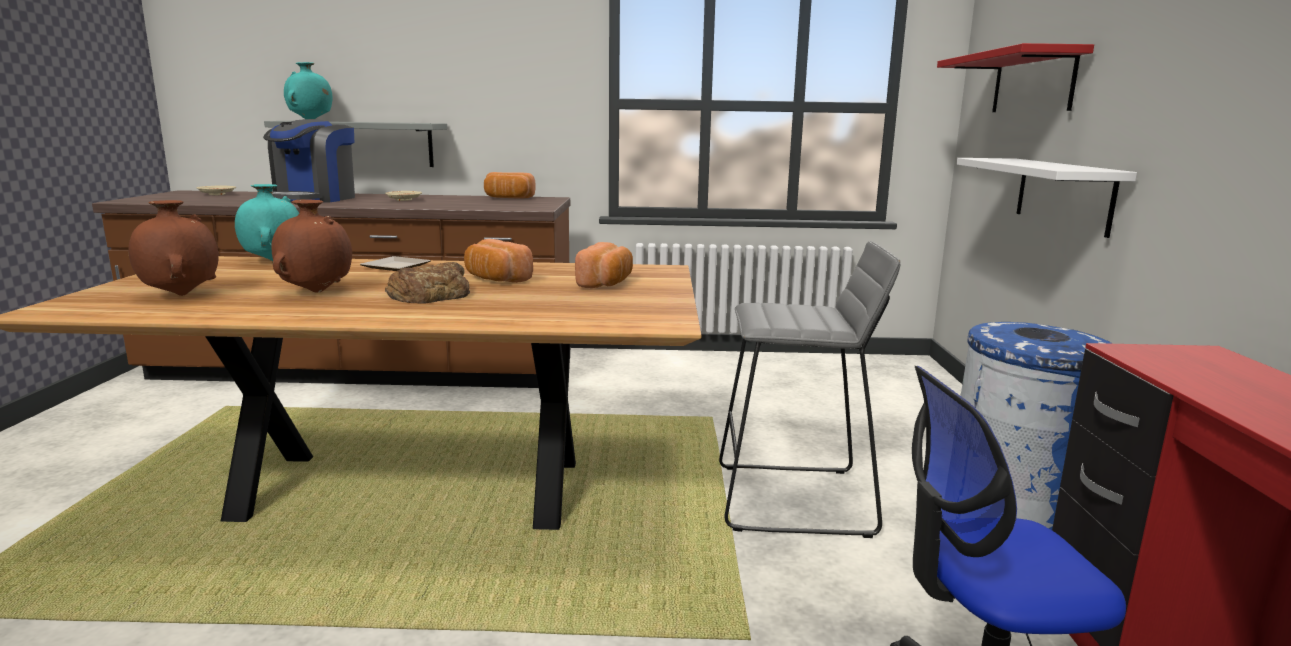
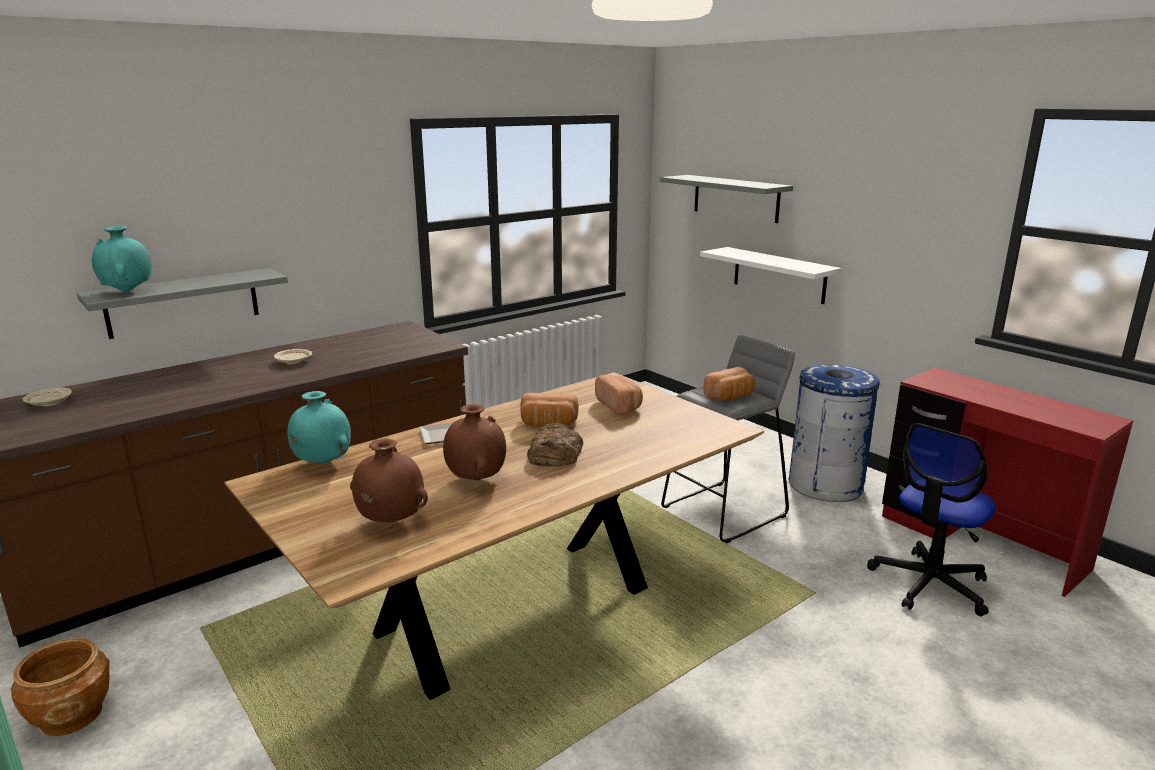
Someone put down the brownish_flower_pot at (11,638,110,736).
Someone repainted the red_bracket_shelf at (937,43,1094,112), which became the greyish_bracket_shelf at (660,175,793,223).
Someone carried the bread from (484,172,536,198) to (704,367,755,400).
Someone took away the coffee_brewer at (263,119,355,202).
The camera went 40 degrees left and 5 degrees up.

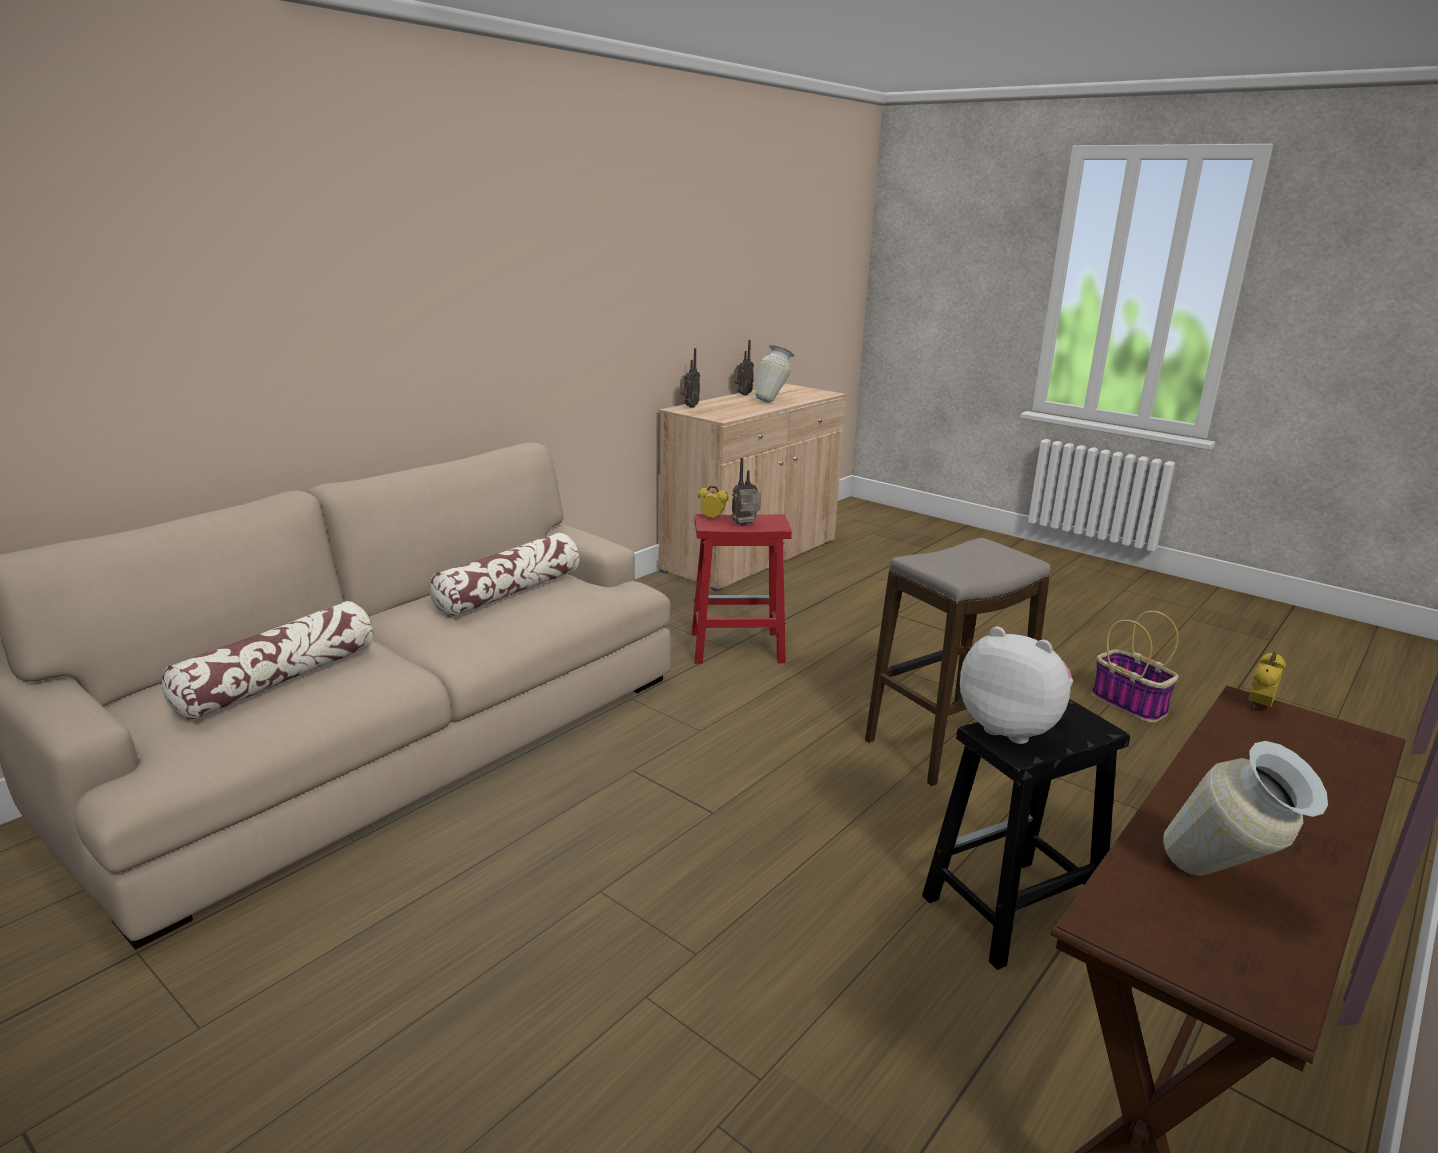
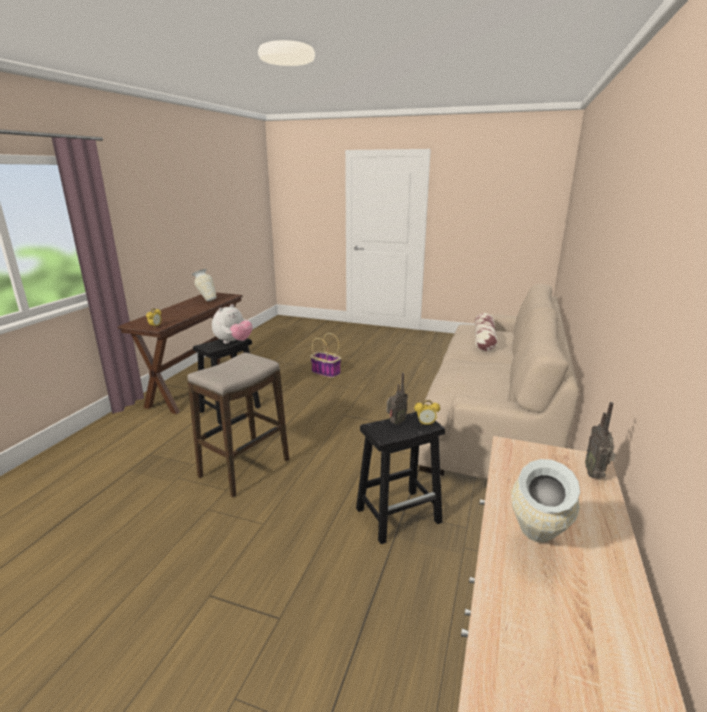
Someone rotated the plush_toy at (960,627,1073,744) by 75 degrees counterclockwise.
Someone carried the storage_basket from (1092,611,1179,723) to (310,333,341,378).
Someone repainted the red_stool_seat at (692,514,792,664), which became the black_stool_seat at (356,412,445,544).
Someone took away the pillow at (429,533,579,617).
Someone took away the radio at (734,340,754,396).
The camera went 160 degrees right and 0 degrees up.

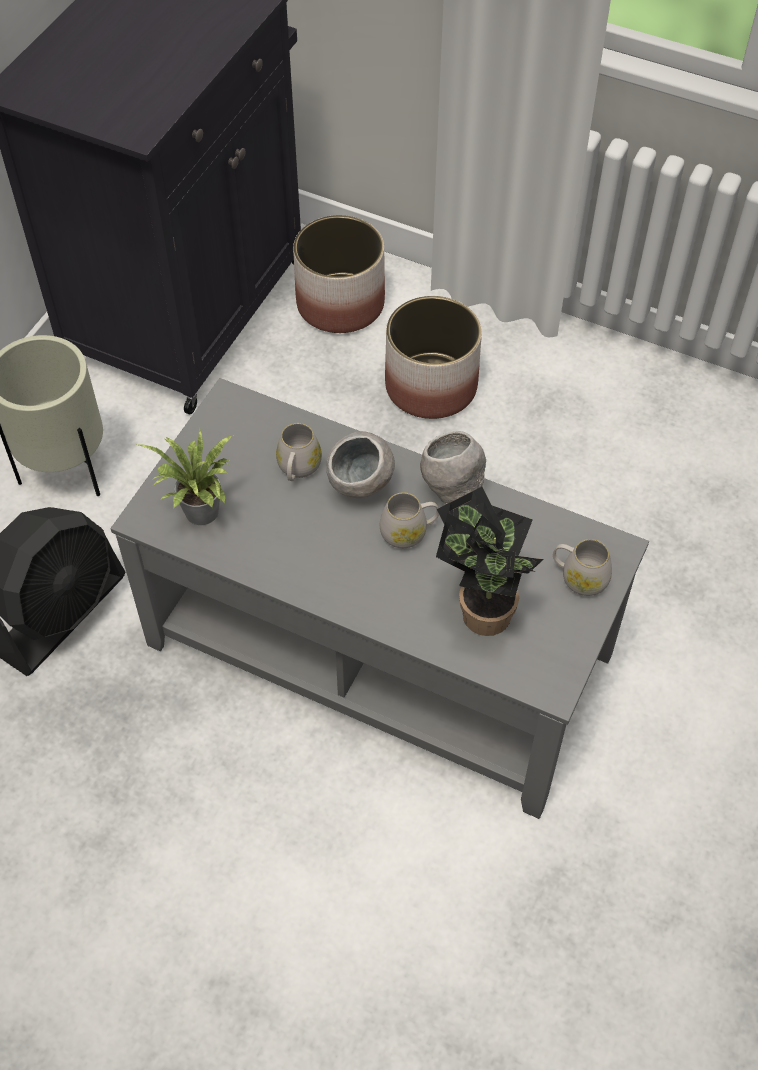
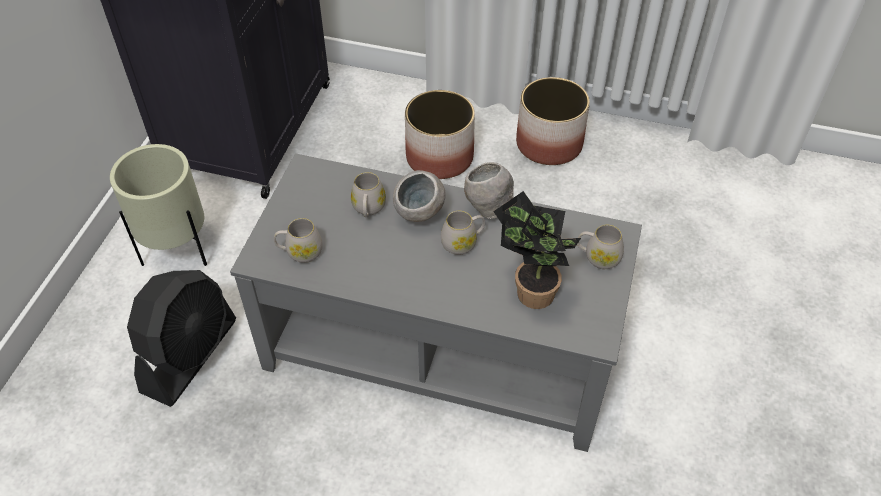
Someone swapped the plant_in_a_pot at (139,427,234,525) for the white_coffee_mug at (274,218,323,263).
Someone carried the flower_pot from (293,215,385,333) to (516,77,590,165).
The camera went 10 degrees left and 5 degrees down.

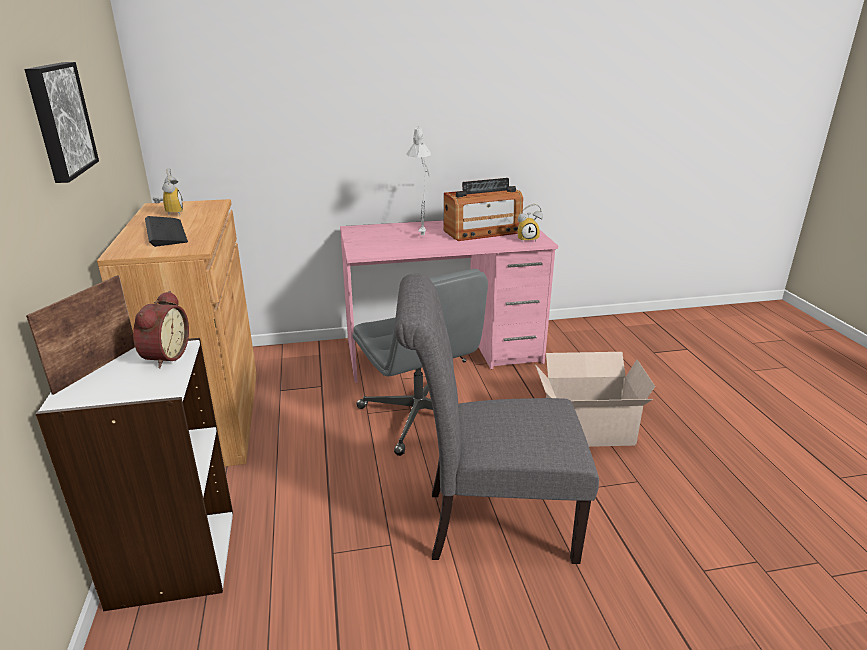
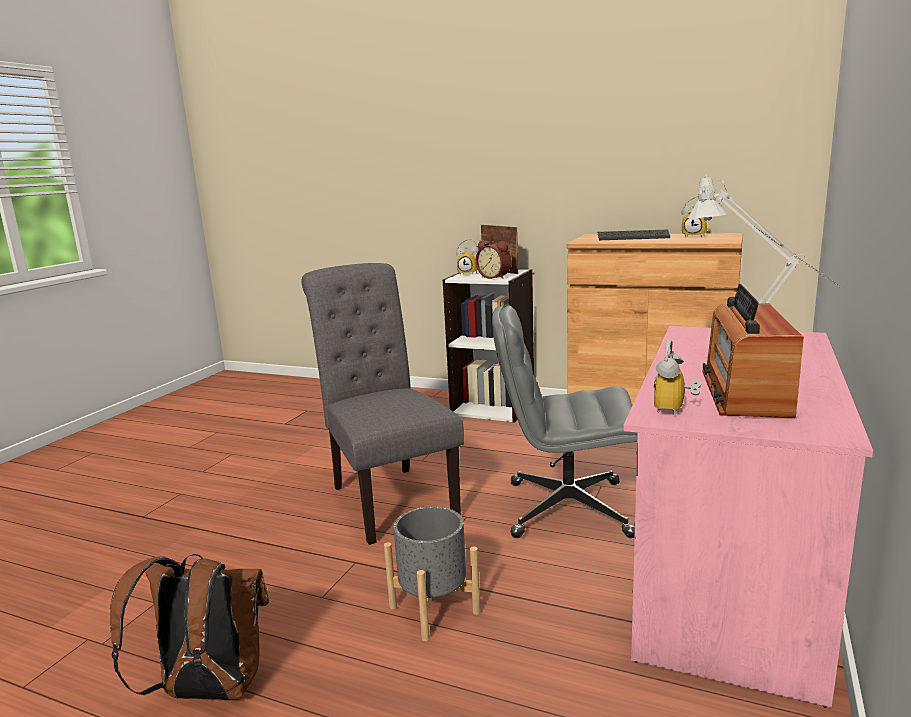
Someone put down the brownish_backpack at (110,554,269,701).
Someone rotated the greyish_chair at (395,273,599,564) by 60 degrees counterclockwise.
Someone swapped the packing_box at (535,352,655,447) for the greyish_flower_pot at (384,506,480,641).
Someone put down the alarm_clock at (456,239,479,275).
Someone took away the picture at (24,62,99,183).
The camera went 125 degrees right and 10 degrees down.

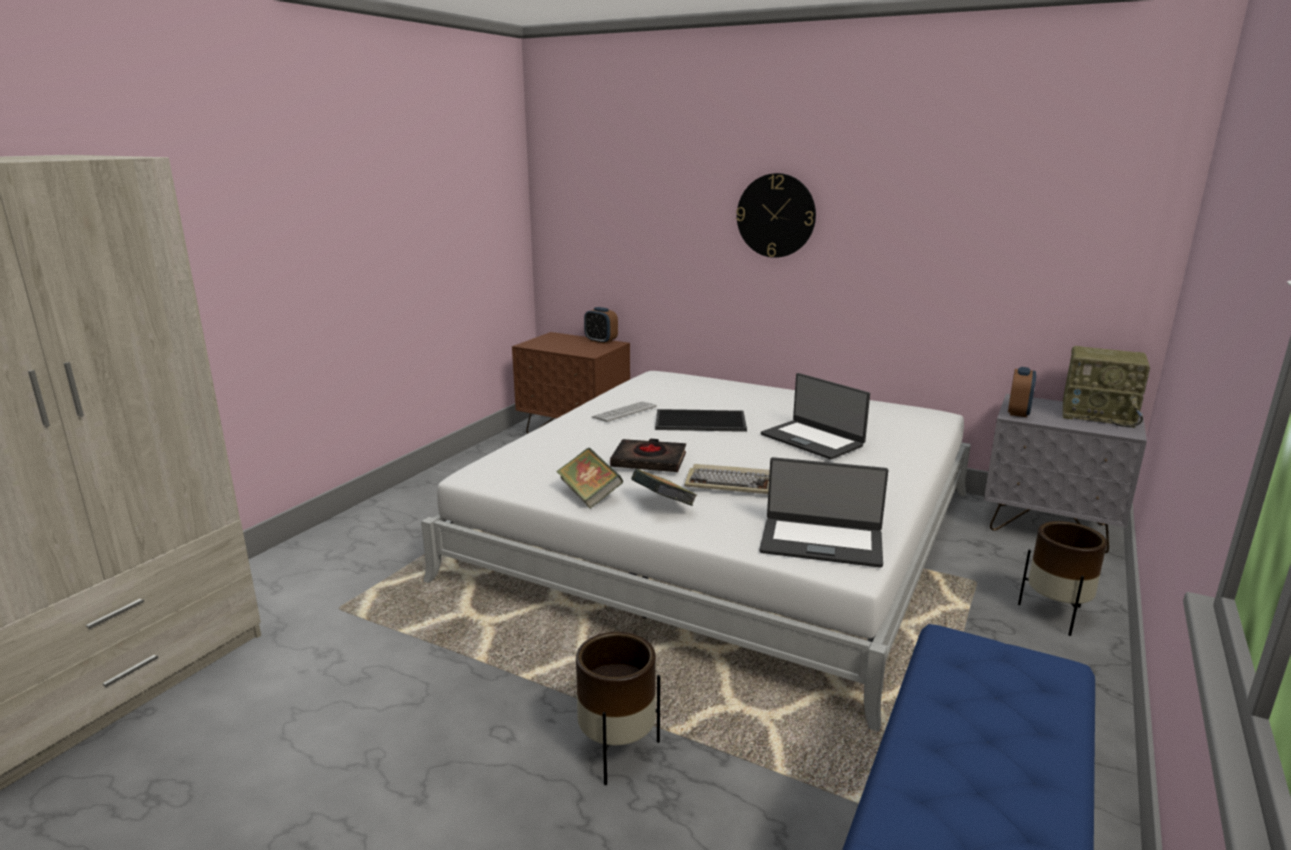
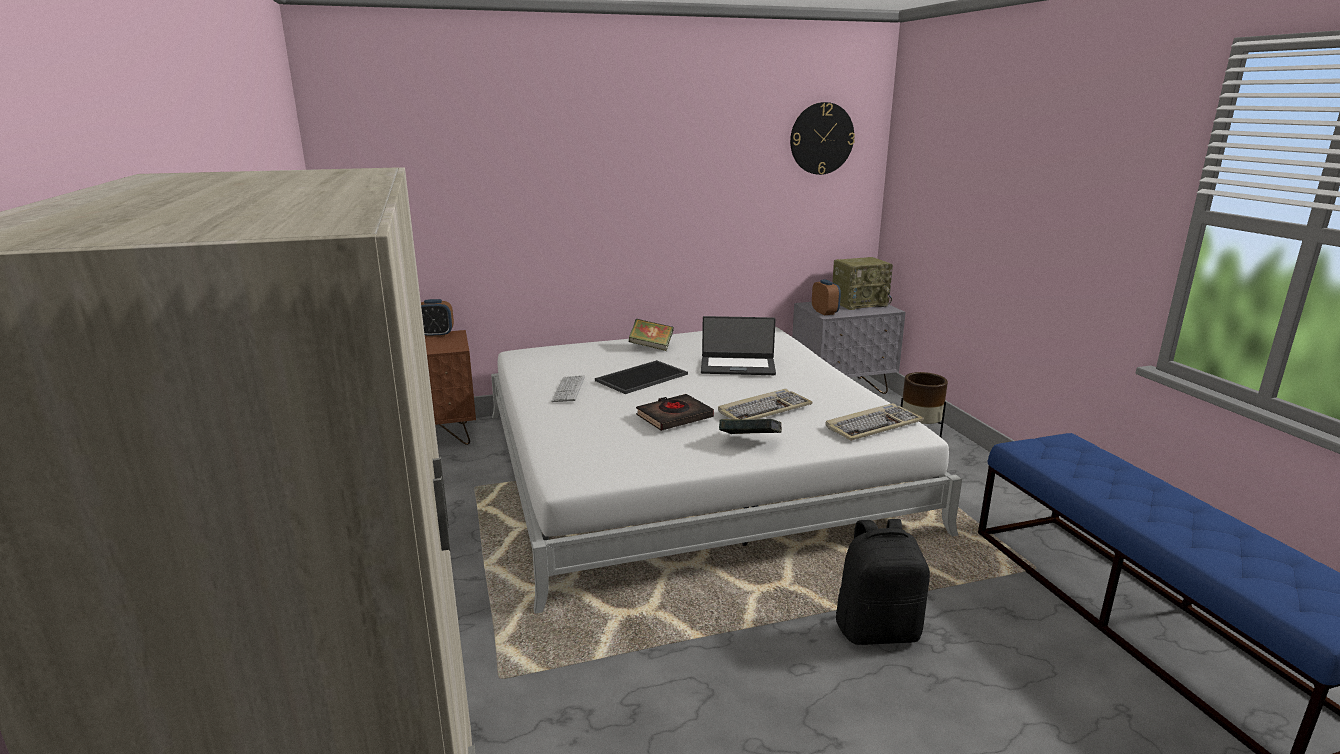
Someone carried the book from (556,448,623,509) to (629,319,673,351).
Someone carried the wall_clock from (736,173,816,258) to (790,102,855,175).
Someone swapped the notebook_computer at (760,457,888,567) for the keyboard at (825,403,924,441).
Someone swapped the brownish_flower_pot at (576,632,660,785) for the black_backpack at (836,519,930,645).
The camera went 45 degrees left and 0 degrees up.

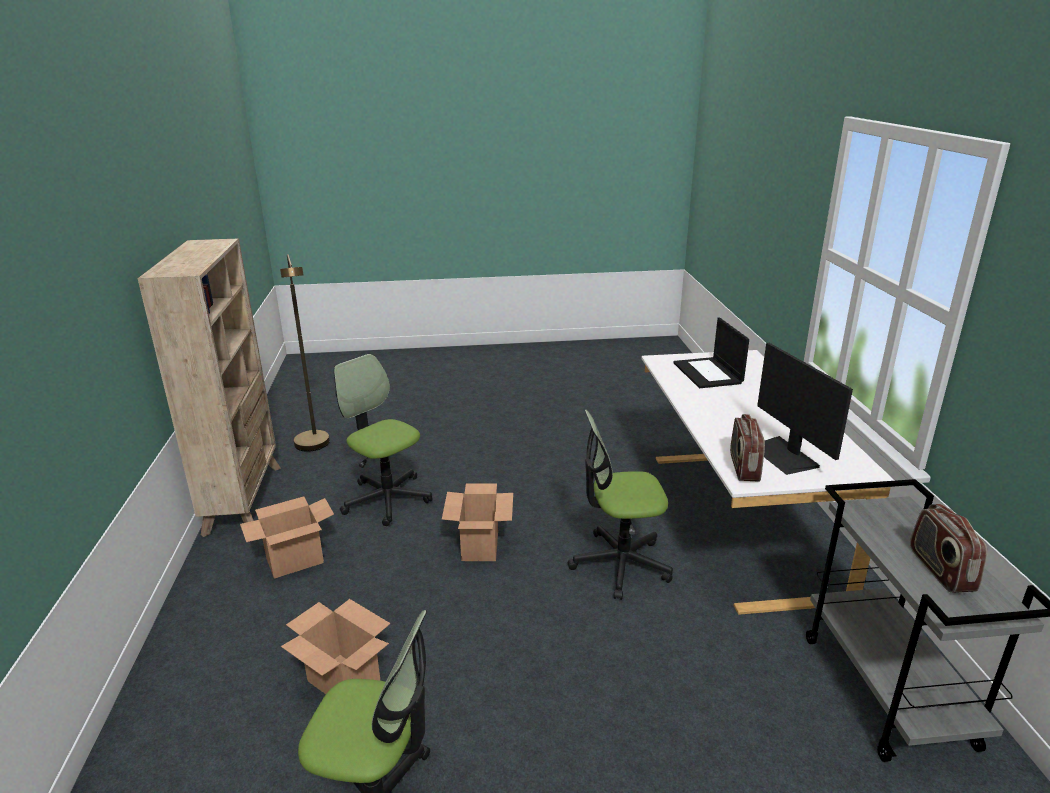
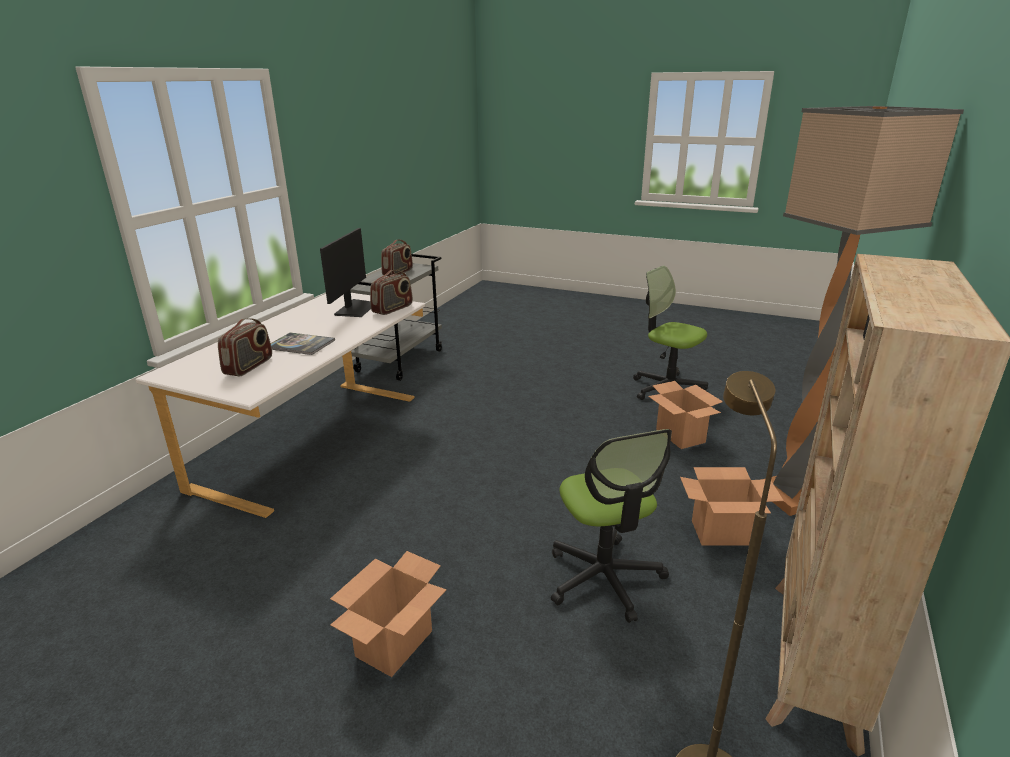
Someone swapped the notebook_computer at (673,317,749,388) for the radio at (218,318,272,376).
Someone put down the book at (271,333,335,355).
Someone carried the packing_box from (442,483,513,561) to (330,551,447,677).
Someone put down the standing_lamp at (761,106,964,516).
Someone took away the office_chair at (567,410,673,600).
The camera went 150 degrees left and 0 degrees up.

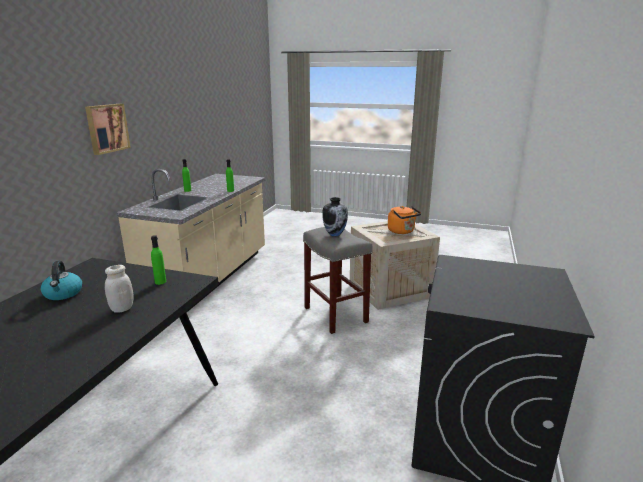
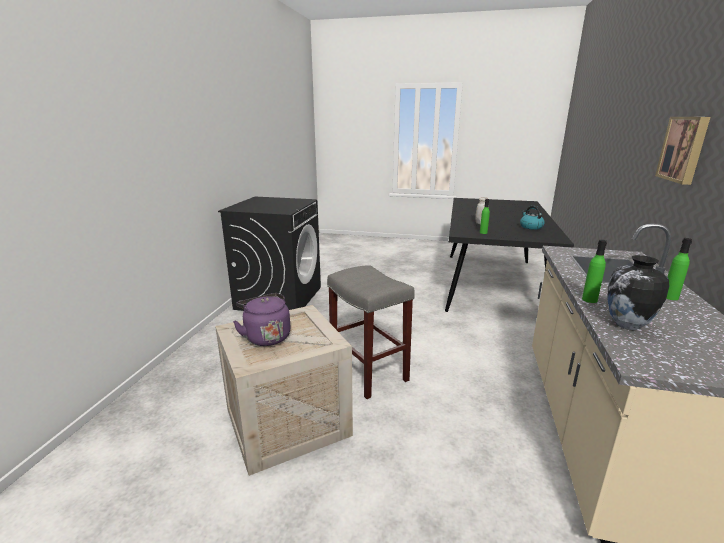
Someone repainted the orange_tea_kettle at (388,206,421,234), which became the purplish_tea_kettle at (233,293,291,346).
Someone carried the vase from (322,197,348,236) to (608,255,669,330).
The camera went 175 degrees right and 0 degrees up.

